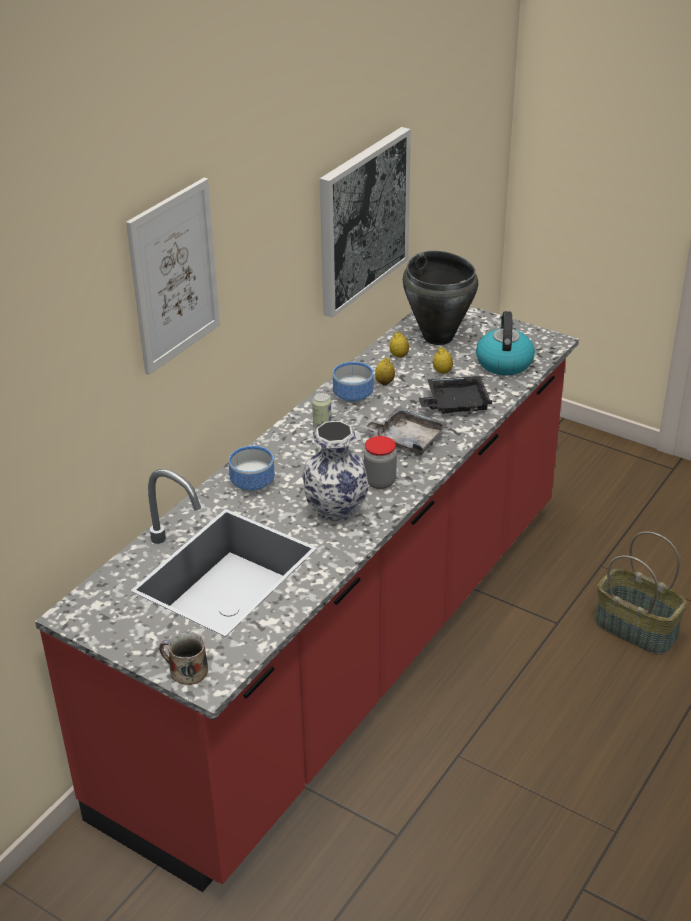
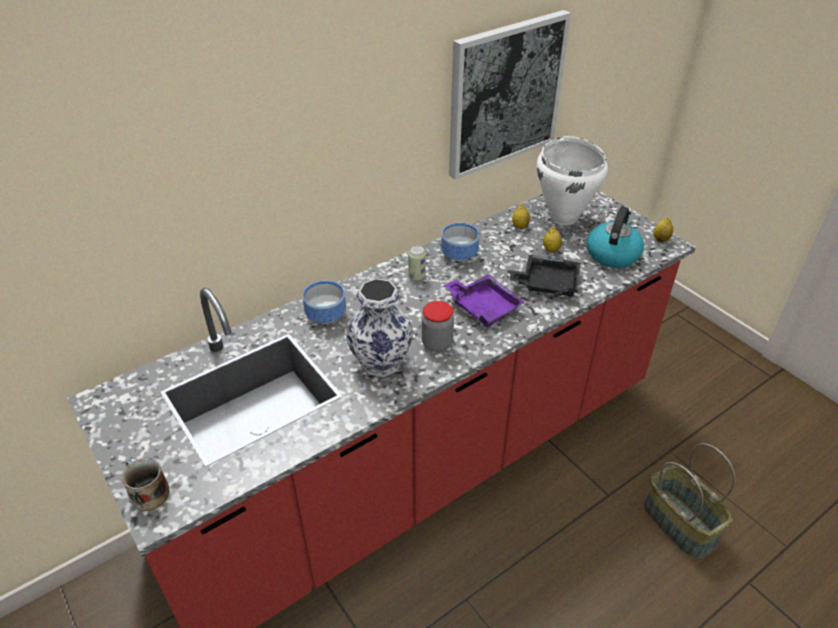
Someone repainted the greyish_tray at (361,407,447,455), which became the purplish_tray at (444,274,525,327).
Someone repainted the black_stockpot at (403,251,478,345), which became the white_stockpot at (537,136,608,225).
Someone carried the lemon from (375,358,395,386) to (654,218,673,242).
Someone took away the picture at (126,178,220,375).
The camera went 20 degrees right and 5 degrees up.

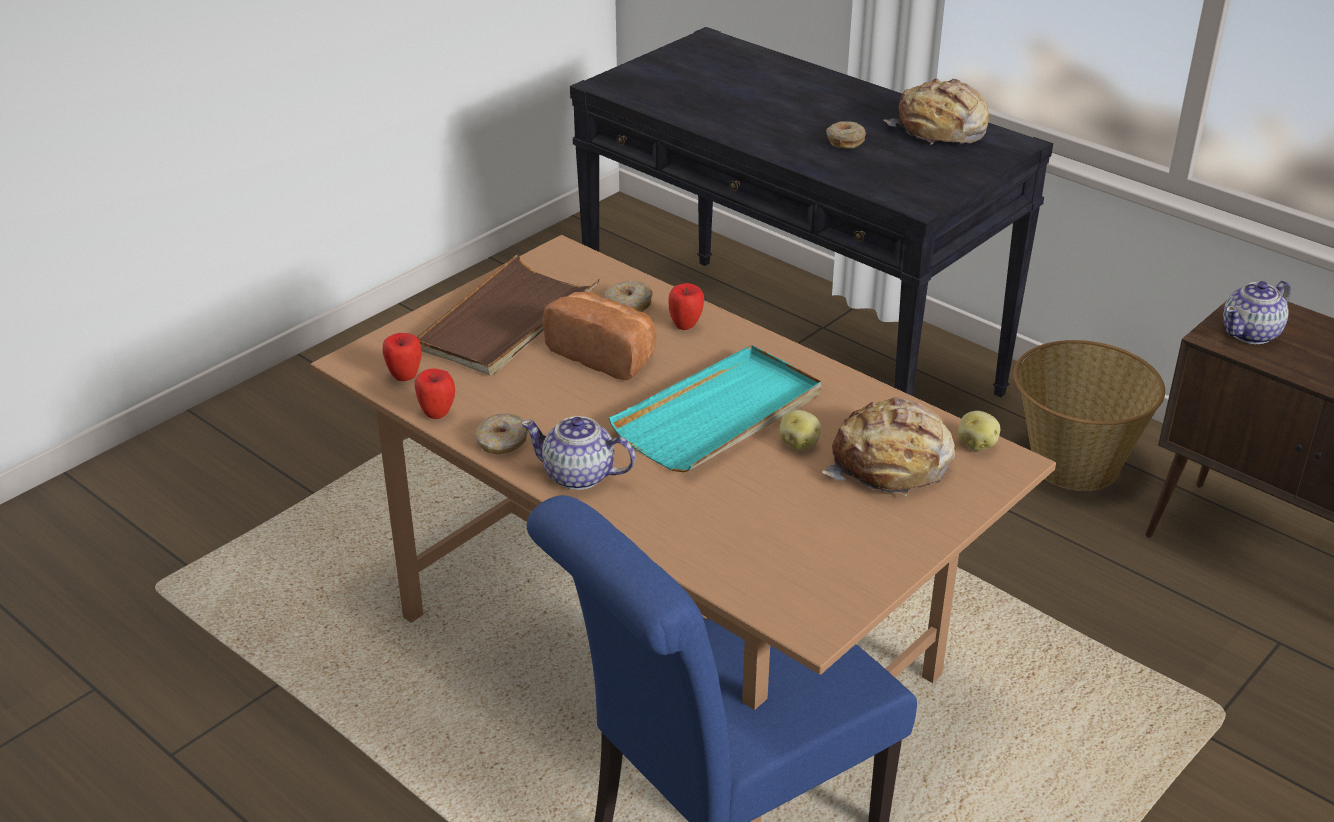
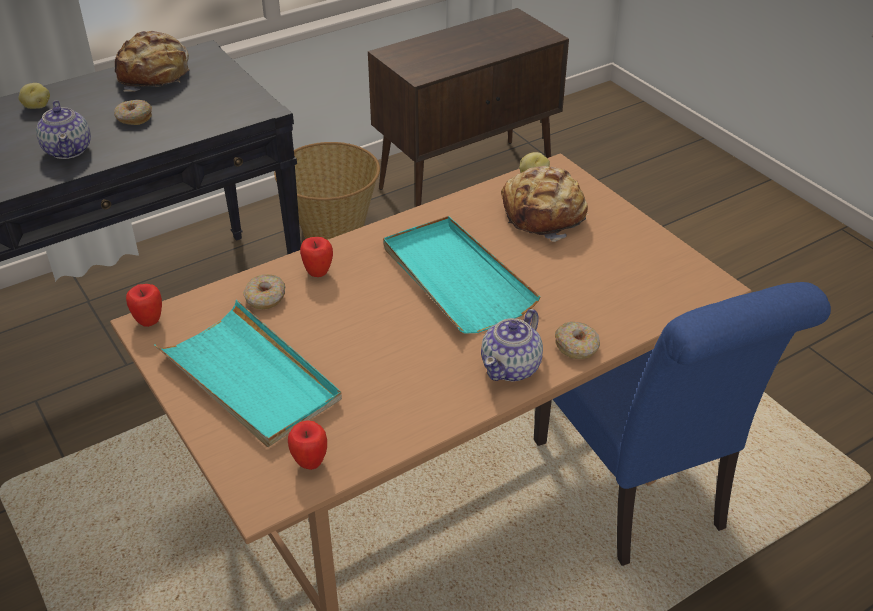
Someone carried the spud from (779,410,821,450) to (18,83,50,109).
Someone carried the tea_pot from (1223,281,1291,344) to (36,101,91,159).
Someone carried the apple from (415,369,455,419) to (126,284,162,327).
Someone repainted the brownish_tray at (417,254,599,376), which became the turquoise_tray at (155,300,342,447).
Someone carried the ring_doughnut from (475,413,528,454) to (555,322,600,359).
Someone took away the bread at (542,292,656,380).
The camera went 75 degrees left and 5 degrees up.

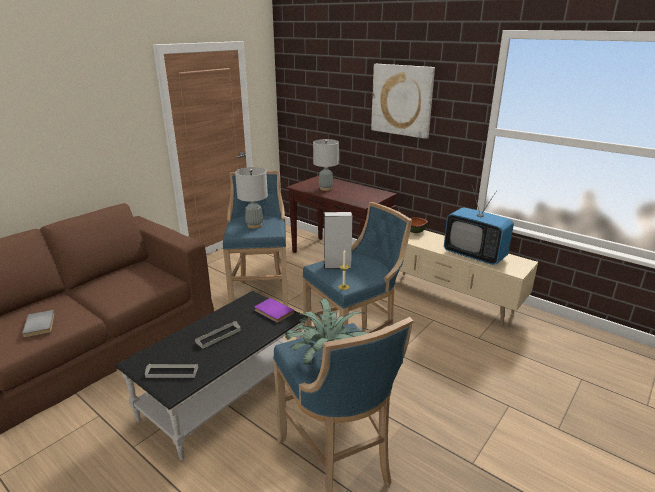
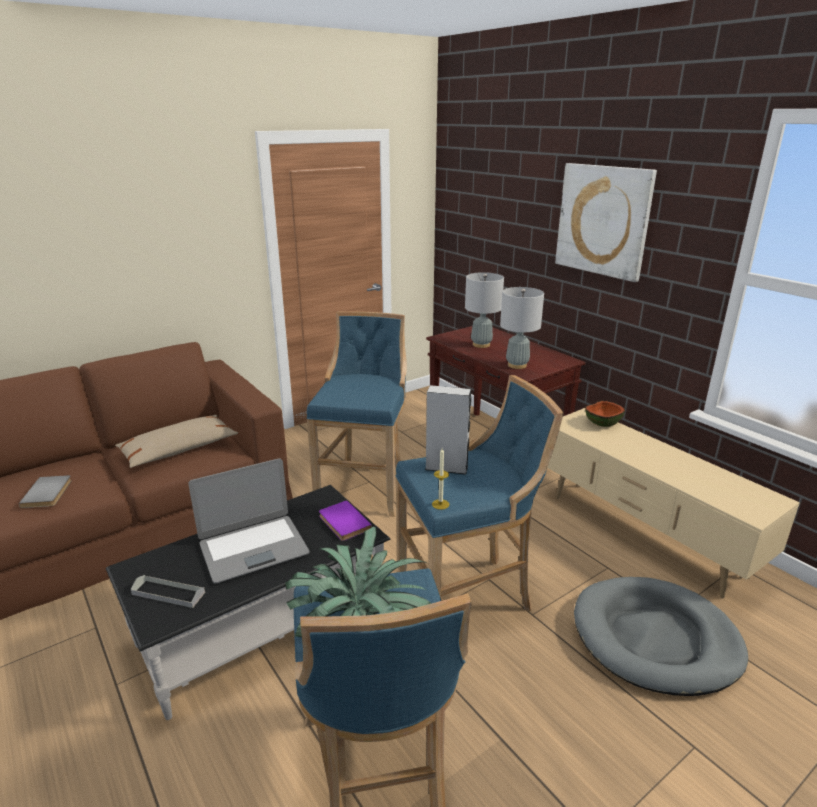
Someone put down the beige-coloured_pillow at (115,415,238,468).
Someone swapped the greyish_tray at (195,321,241,349) for the notebook_computer at (188,458,309,583).
Someone carried the greyish_table_lamp from (235,167,268,229) to (500,287,544,369).
Someone put down the greyish_pet_bed at (574,577,748,696).
Someone took away the television at (444,185,514,265).
The camera went 15 degrees right and 0 degrees up.

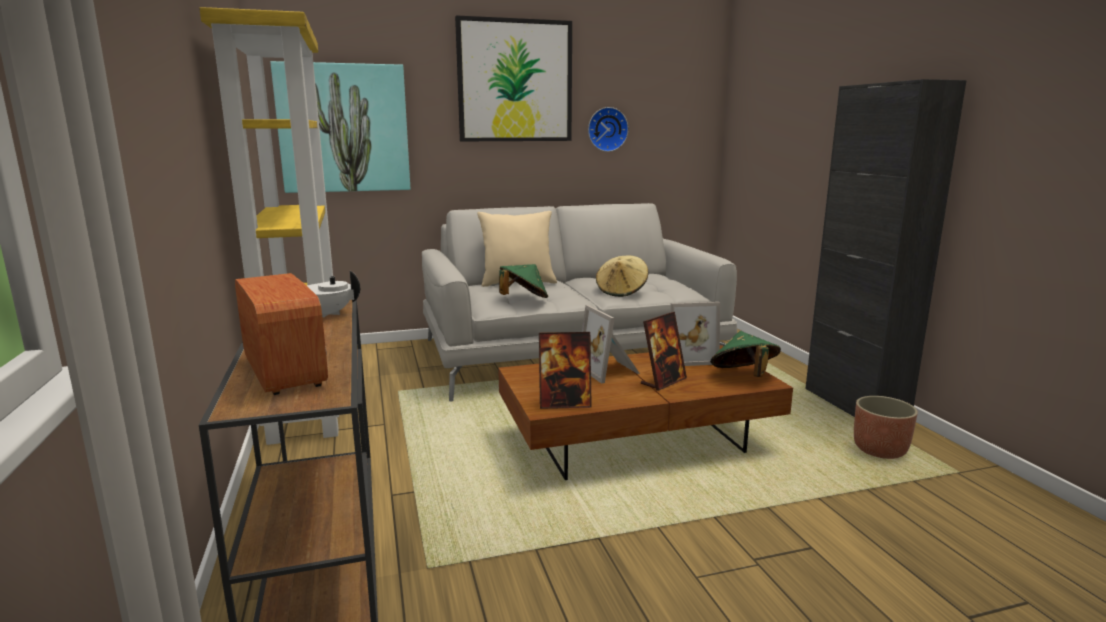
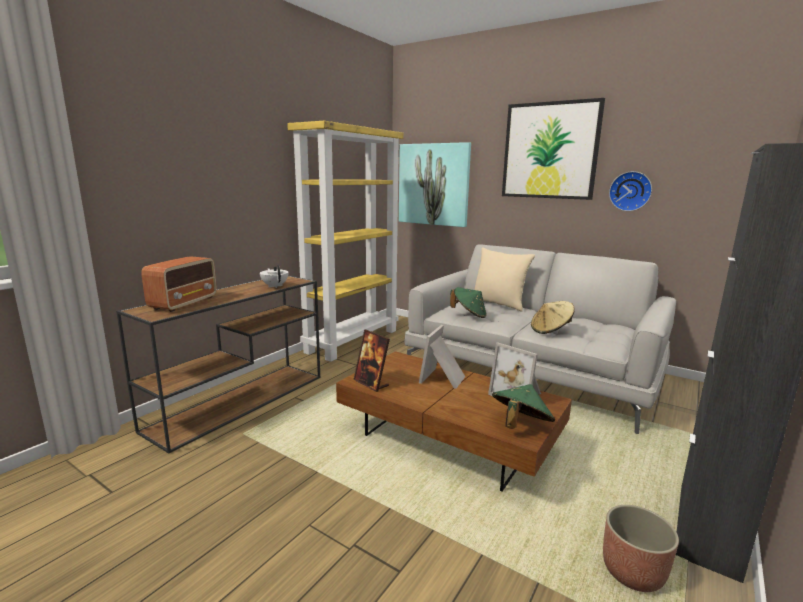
Someone took away the picture_frame at (641,312,687,391).
The camera went 50 degrees right and 0 degrees up.

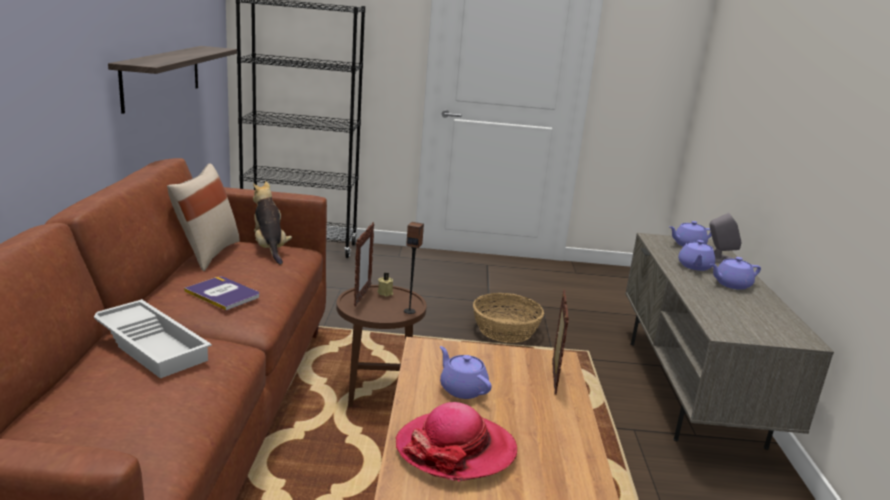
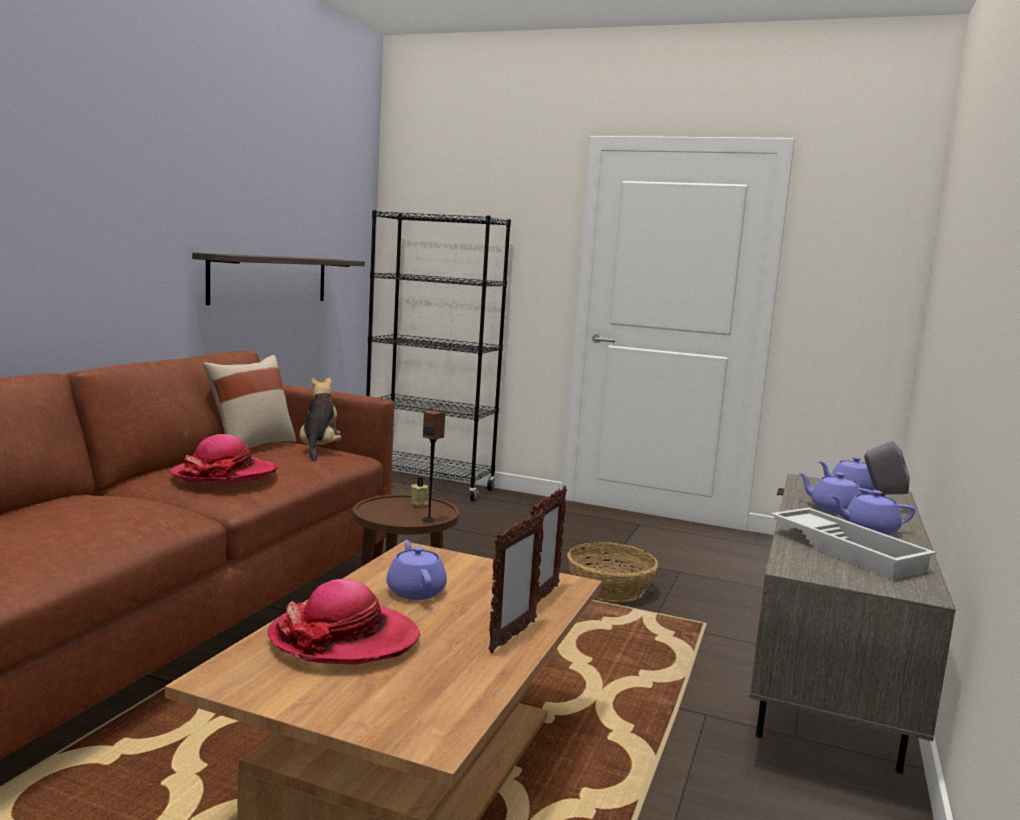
Someone swapped the book at (184,277,259,310) for the hat at (169,434,278,483).
Someone carried the picture_frame from (354,222,374,307) to (488,510,545,653).
Someone carried the white_tray from (94,299,212,378) to (770,508,936,580).
Someone rotated the purplish_tea_pot at (678,240,715,271) by 90 degrees clockwise.
The camera went 20 degrees right and 10 degrees down.

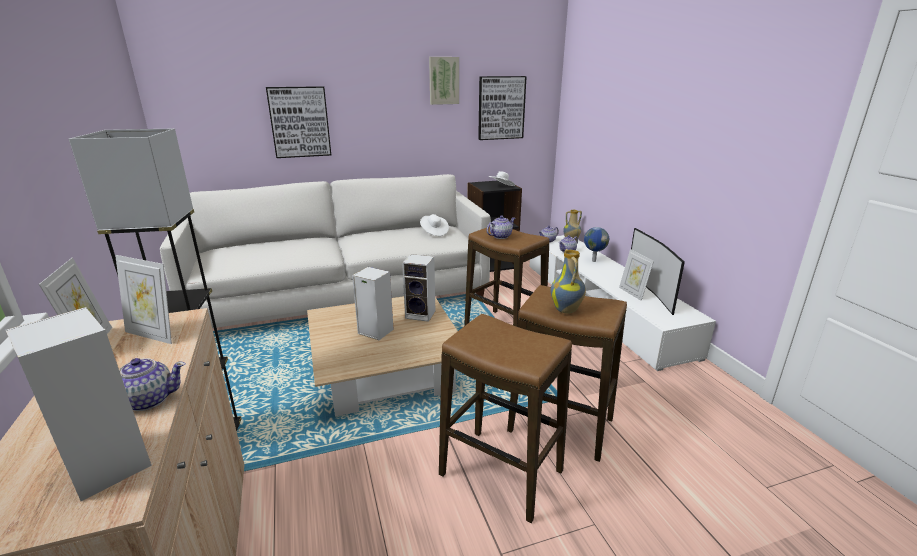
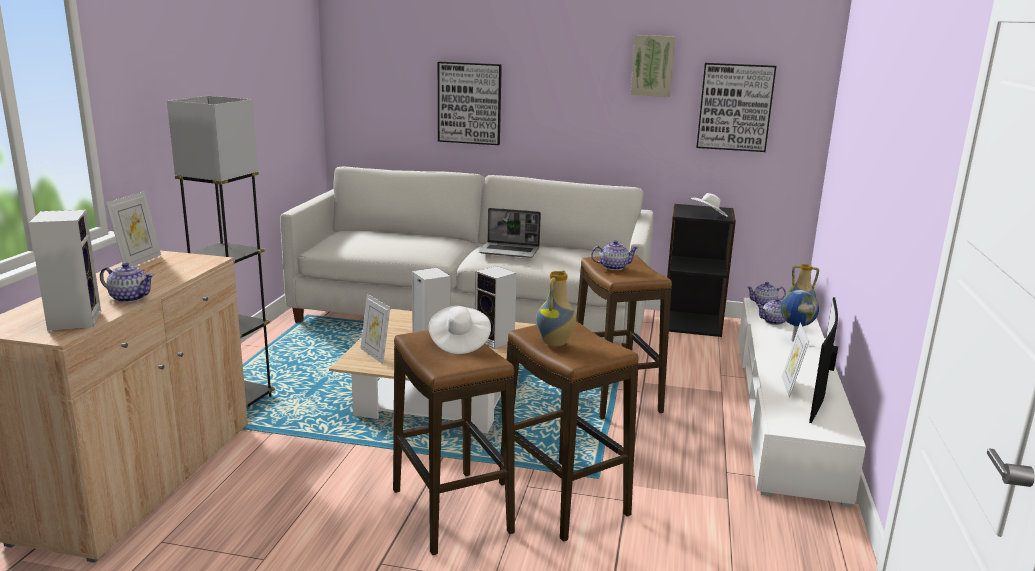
Someone carried the picture_frame from (115,255,172,344) to (360,294,390,364).
Someone carried the white_hat from (420,214,449,236) to (429,306,491,354).
Someone put down the notebook_computer at (479,208,541,258).
The camera went 30 degrees right and 5 degrees down.

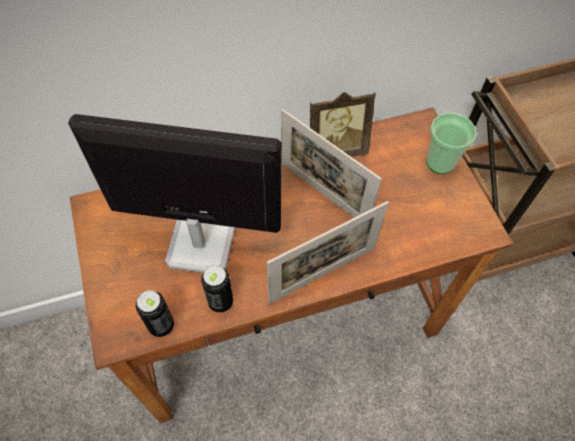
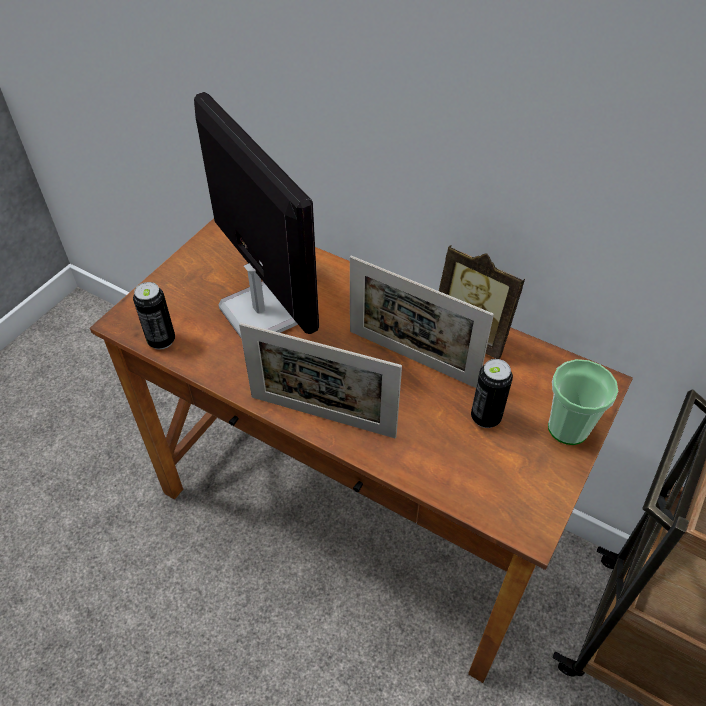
Someone rotated the picture_frame at (281,109,382,218) by 60 degrees counterclockwise.
Someone carried the sealed_can from (201,265,233,312) to (471,359,513,428).
The camera went 50 degrees right and 10 degrees down.

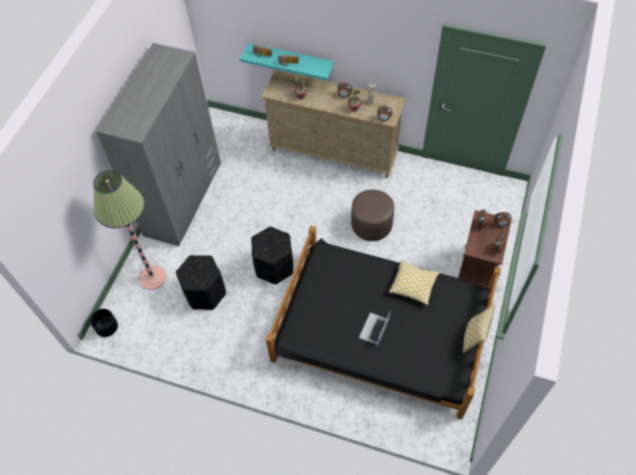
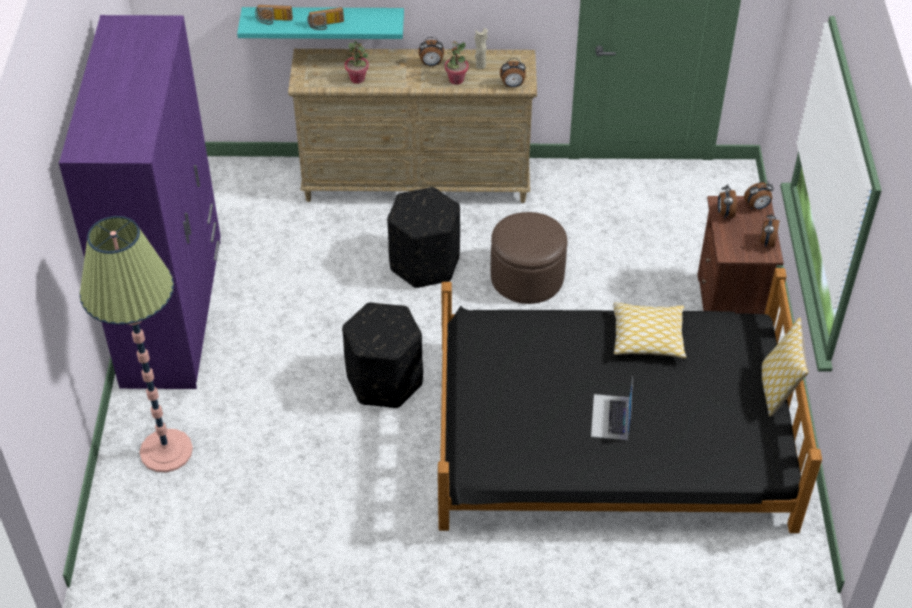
Someone repainted the greyish_clothes_cupboard at (96,43,221,246), which became the purplish_clothes_cupboard at (59,15,221,389).
Someone carried the black_ottoman from (176,255,226,310) to (387,187,460,288).
Someone took away the black_flower_pot at (90,309,118,337).
The camera went 20 degrees left and 10 degrees down.

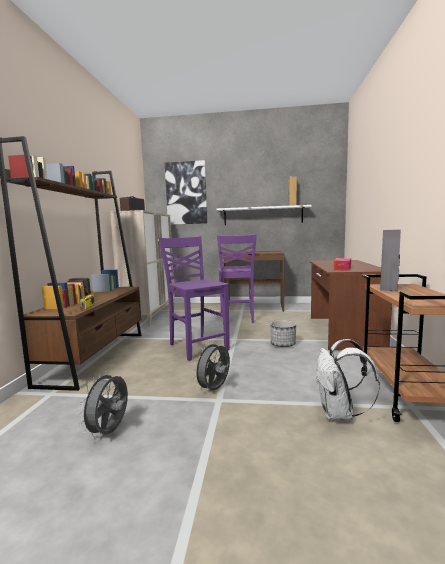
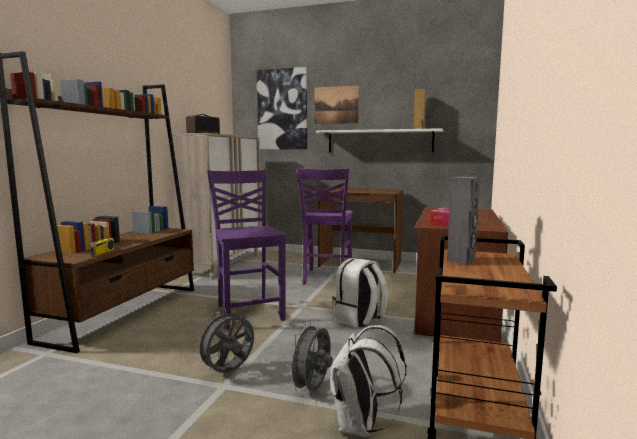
Someone carried the greyish_electric_fan from (78,371,128,437) to (287,322,333,393).
Someone put up the picture at (315,85,359,124).
Someone swapped the flower_pot at (270,320,296,347) for the white_backpack at (332,258,388,328).
The camera went 10 degrees right and 0 degrees up.

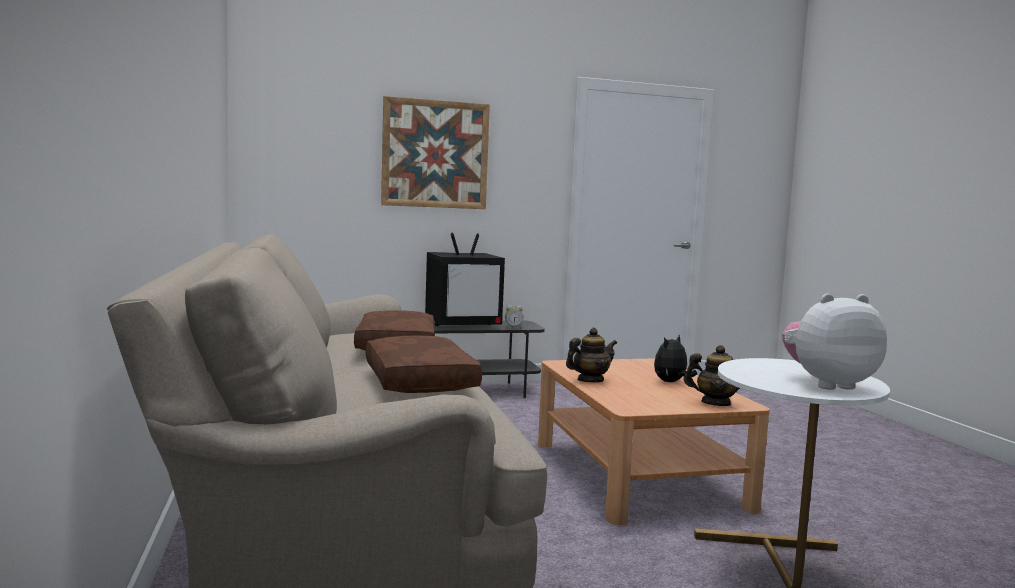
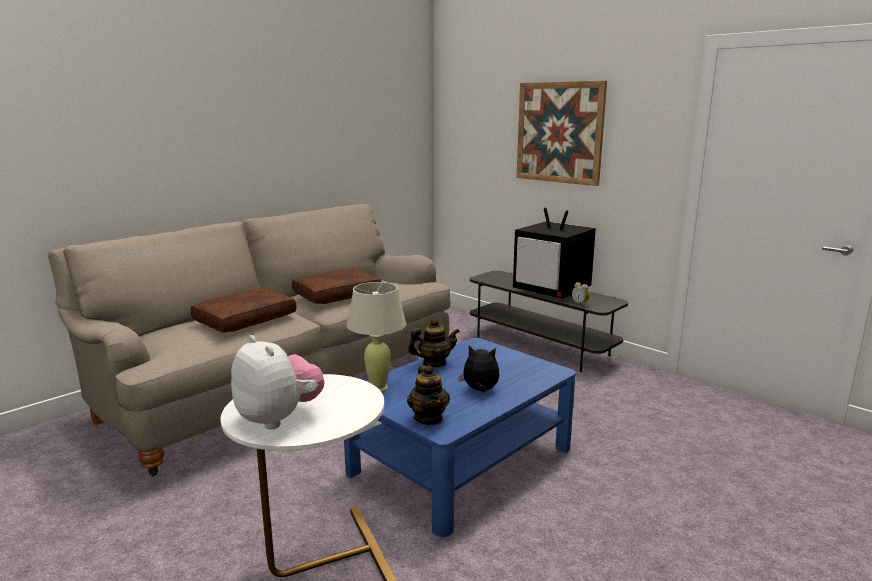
Someone repainted the brownish_lounge_table at (538,359,770,525), which became the bluish_lounge_table at (344,338,576,537).
Someone put down the beige-coloured_table_lamp at (347,282,406,392).
Someone rotated the tea_pot at (566,328,617,382) by 45 degrees counterclockwise.
The camera went 60 degrees right and 10 degrees up.

